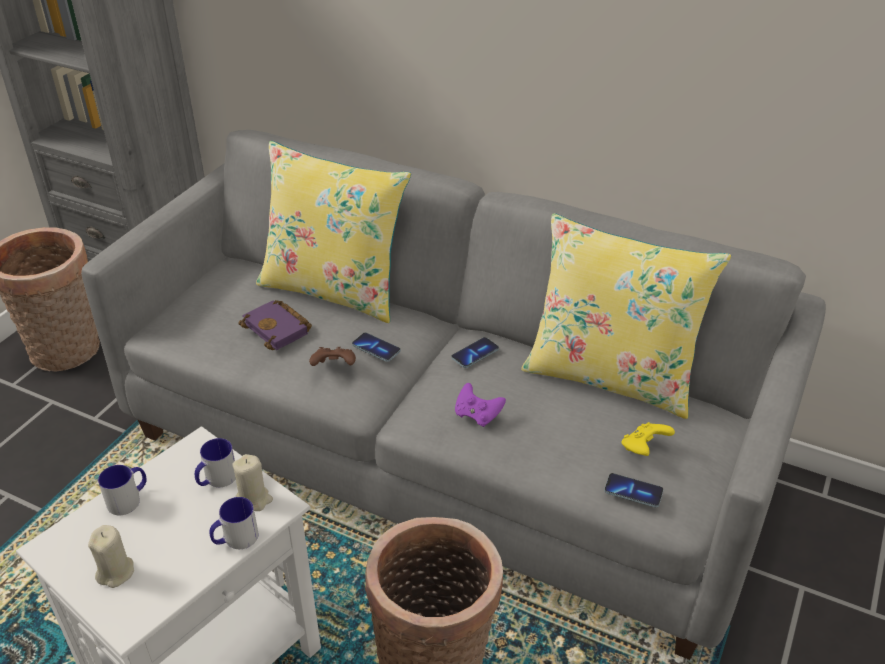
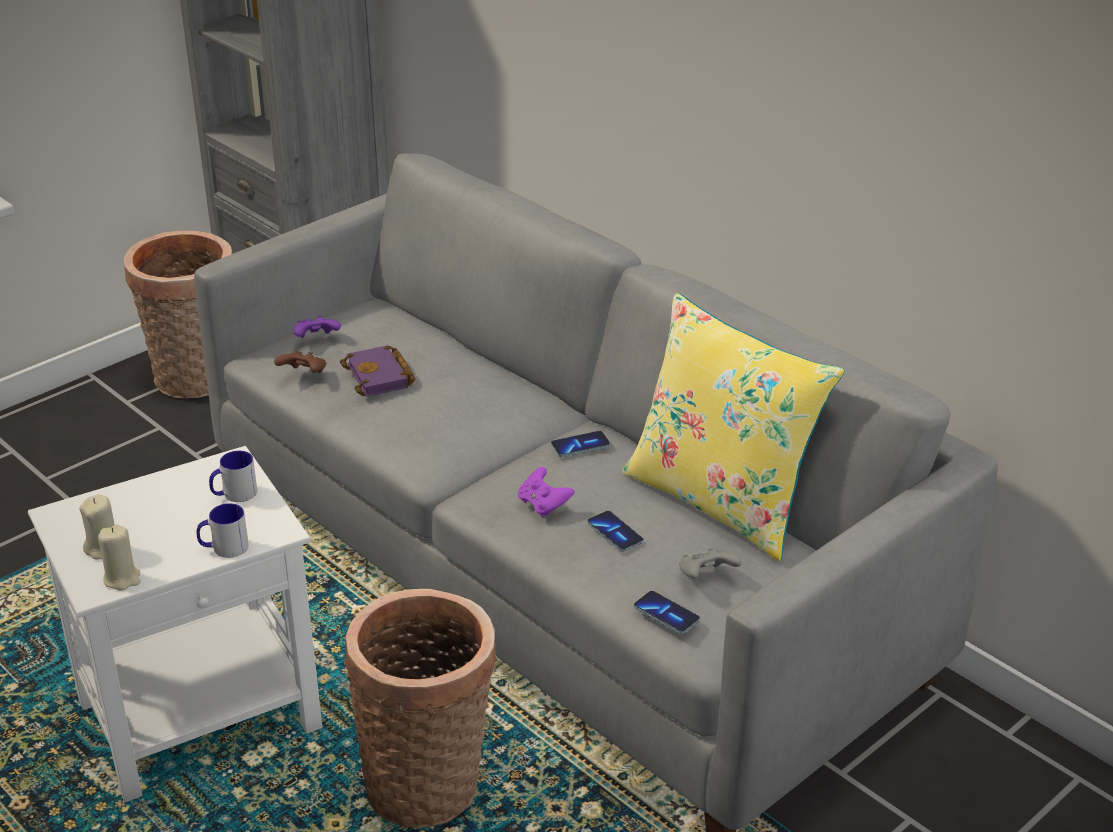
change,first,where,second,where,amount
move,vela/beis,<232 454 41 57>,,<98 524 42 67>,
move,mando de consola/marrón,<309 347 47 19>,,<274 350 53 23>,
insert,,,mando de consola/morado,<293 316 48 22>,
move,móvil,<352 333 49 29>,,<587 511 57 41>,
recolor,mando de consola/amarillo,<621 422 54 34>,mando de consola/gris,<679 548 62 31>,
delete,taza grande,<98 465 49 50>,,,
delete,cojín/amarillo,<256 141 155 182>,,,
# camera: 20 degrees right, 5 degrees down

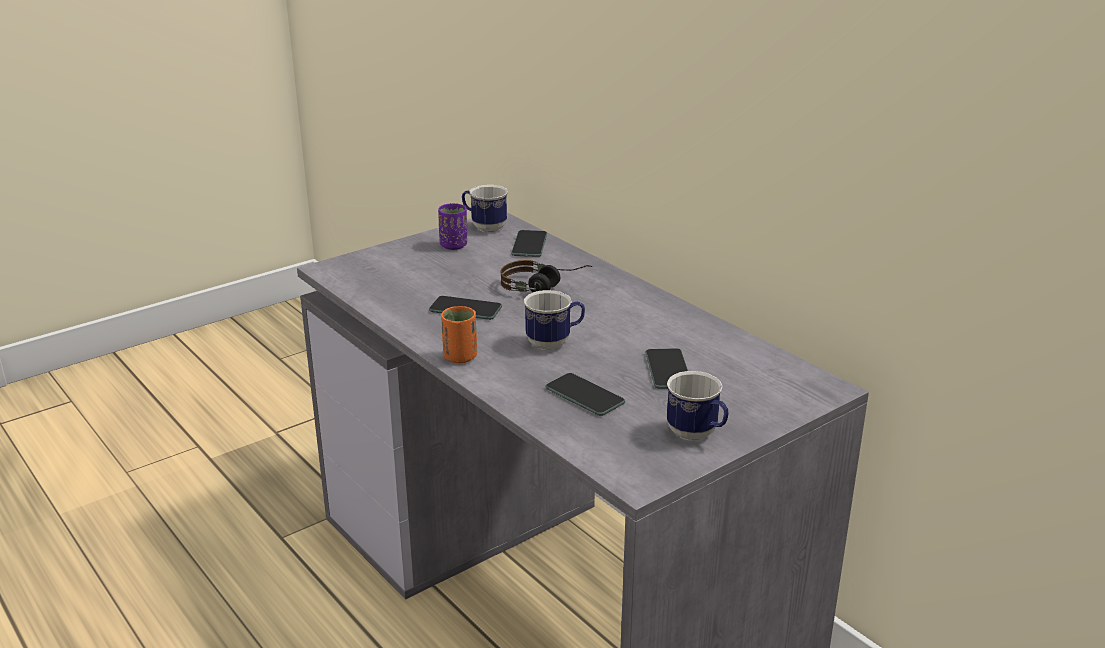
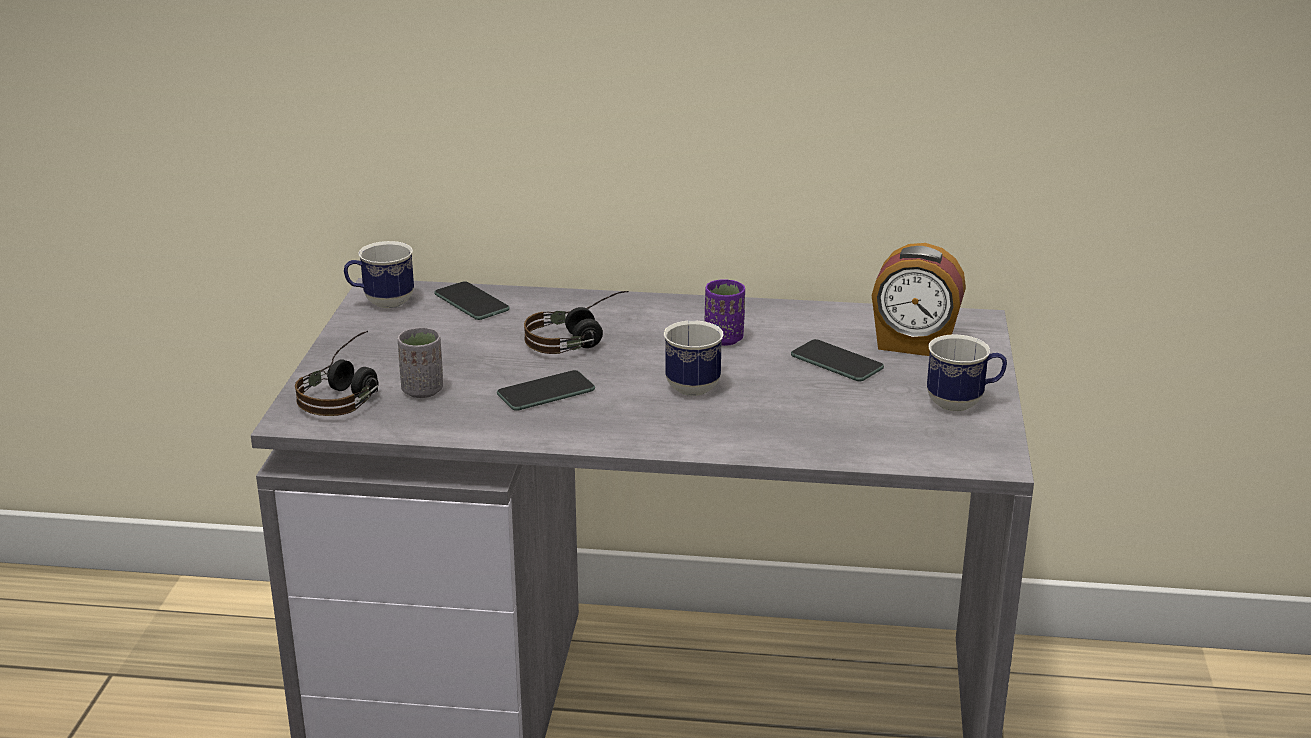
change,first,where,second,where,amount
insert,,,auriculares,<295 331 84 85>,
insert,,,taza/gris,<397 328 46 70>,
move,taza/morado,<438 203 29 47>,,<705 279 40 67>,
insert,,,despertador,<871 243 95 113>,
delete,taza/naranja,<441 306 36 57>,,,
delete,móvil,<546 373 79 43>,,,
# camera: 45 degrees left, 0 degrees up

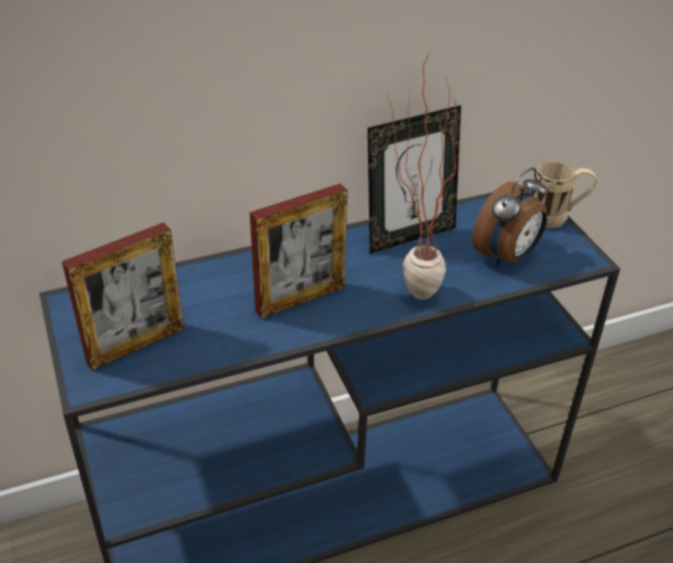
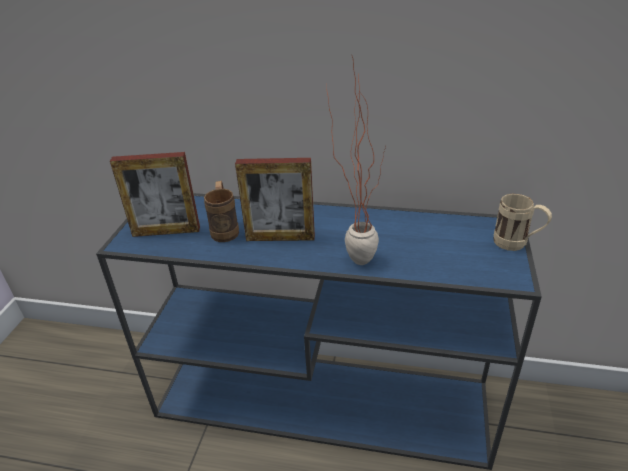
change,first,where,second,where,amount
insert,,,taza grande/marrón,<204 181 35 61>,
delete,portarretratos,<367 105 94 149>,,,
delete,despertador,<472 168 77 100>,,,
# camera: 35 degrees right, 5 degrees down

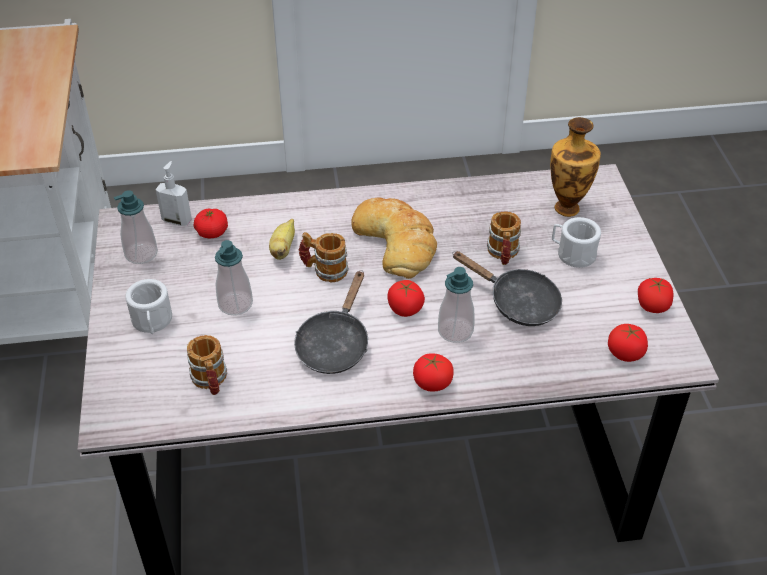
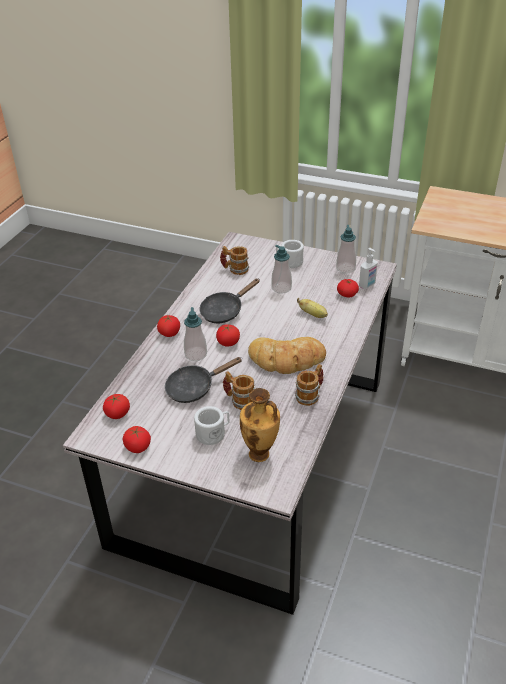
change,first,where,second,where,amount
rotate,sartén/negro,<294 270 74 104>,,<199 279 60 44>,90 degrees counterclockwise
move,taza grande,<298 232 51 50>,,<295 364 29 42>,
# camera: 120 degrees right, 5 degrees down

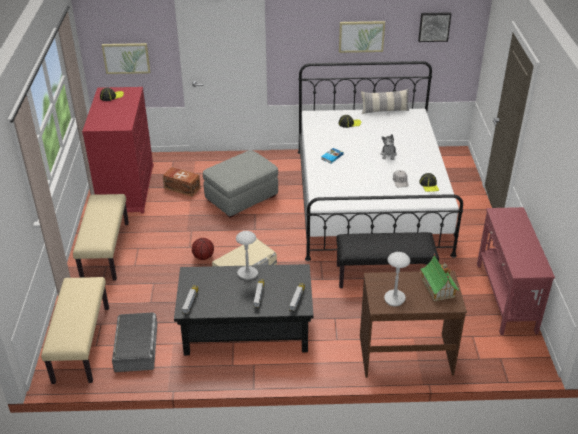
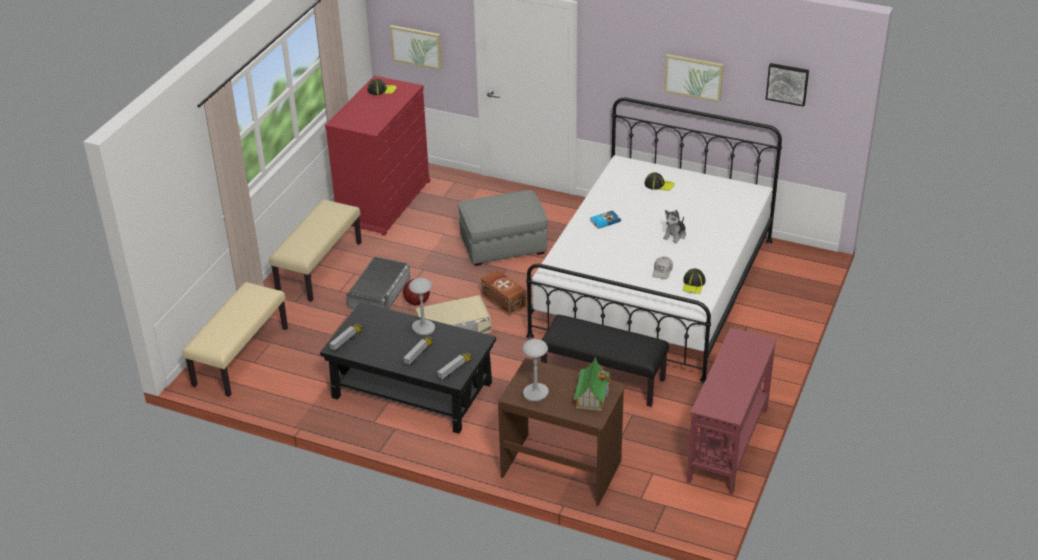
change,first,where,second,where,amount
move,caja de almacenaje/gris,<112 312 45 60>,,<346 257 64 52>,
move,caja de almacenaje/marrón,<162 167 39 30>,,<481 269 45 47>,
delete,cojín,<361 89 48 25>,,,
# camera: 25 degrees right, 0 degrees up

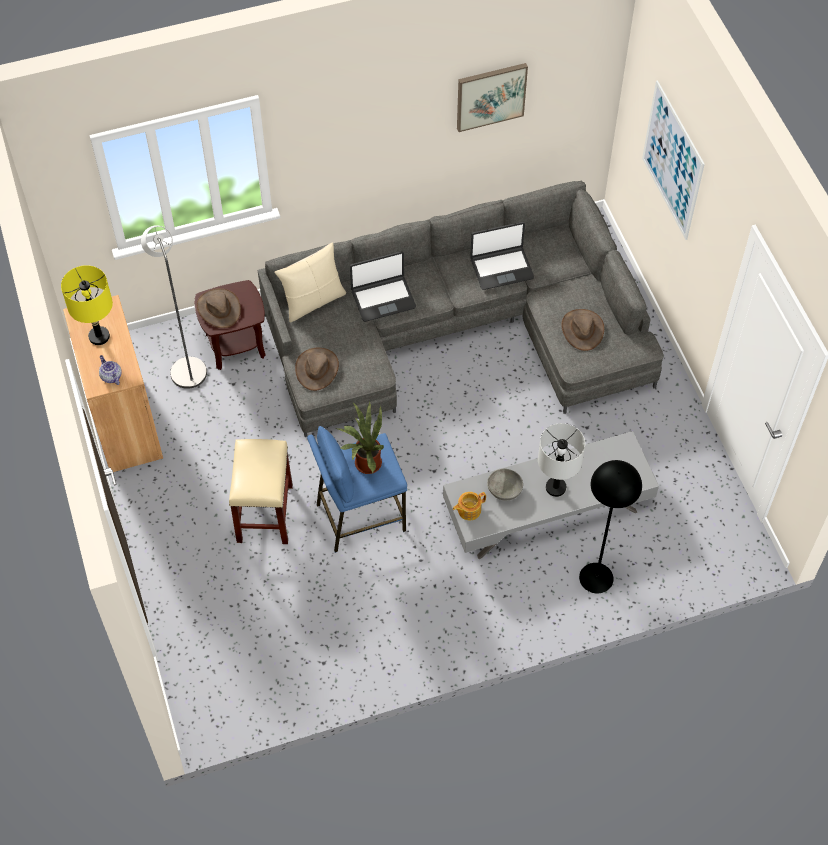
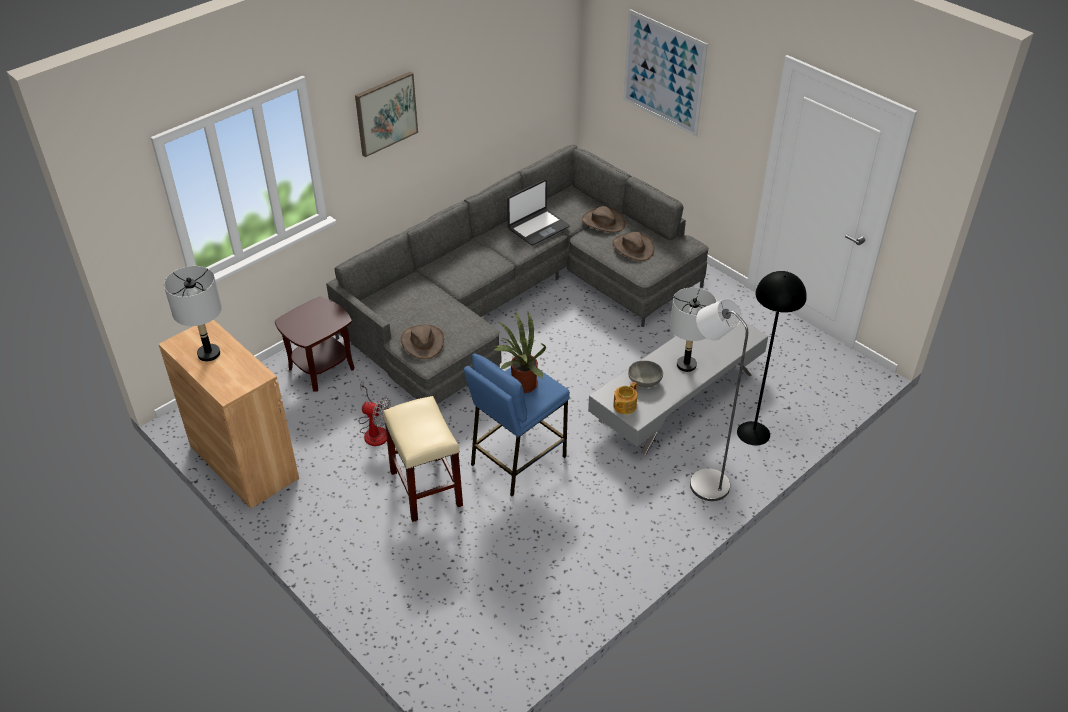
change,first,where,second,where,amount
recolor,lámpara de mesa/amarillo,<61 265 52 80>,lámpara de mesa/gris,<164 266 58 95>,
move,cuadro,<457 63 71 69>,,<355 72 63 85>,
insert,,,ventilador,<359 380 32 66>,
move,sombrero/marrón,<196 288 45 40>,,<582 206 43 26>,
move,lámpara de pie/gris,<141 225 66 164>,,<690 299 58 202>,
delete,tetera,<99 355 23 30>,,,
delete,cojín/beis,<274 242 72 80>,,,
delete,portátil,<350 251 66 71>,,,
# camera: 25 degrees left, 15 degrees down

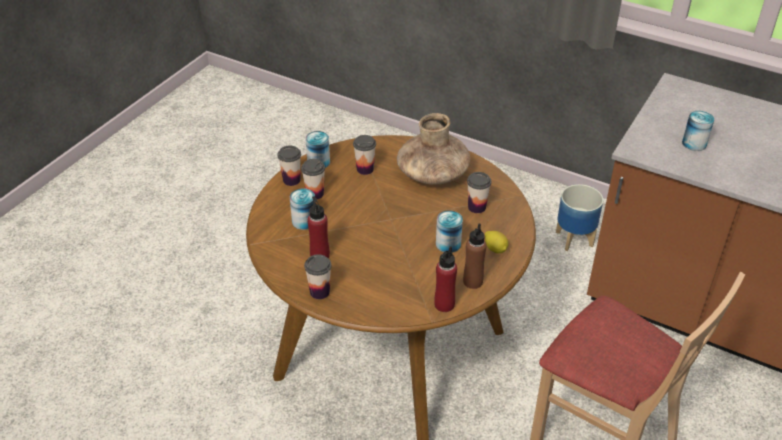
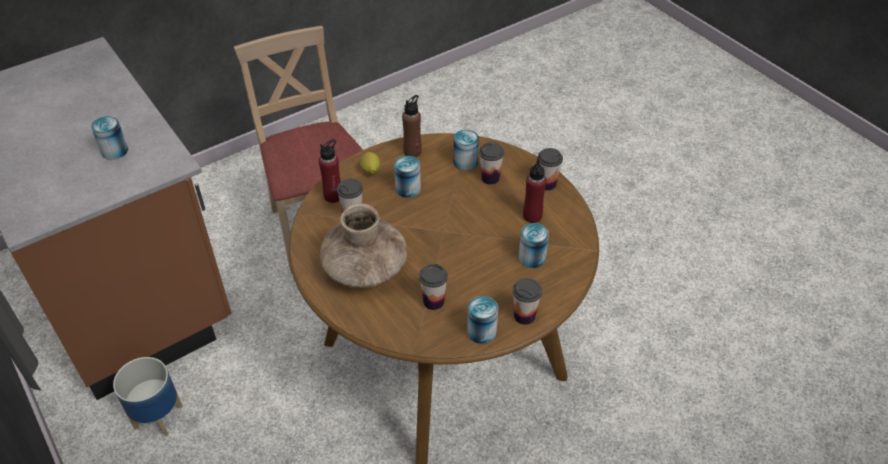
change,first,where,second,where,amount
move,botella/rojo,<434 246 23 66>,,<319 139 22 64>,
insert,,,lata,<454 130 25 41>,
move,taza,<301 159 24 40>,,<479 142 25 43>,
# camera: 155 degrees left, 5 degrees up

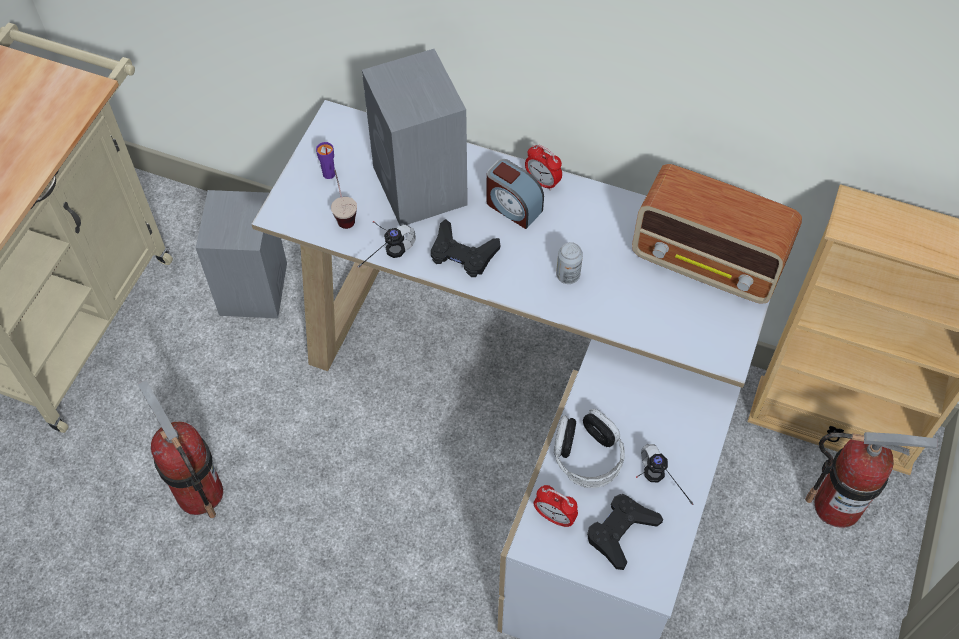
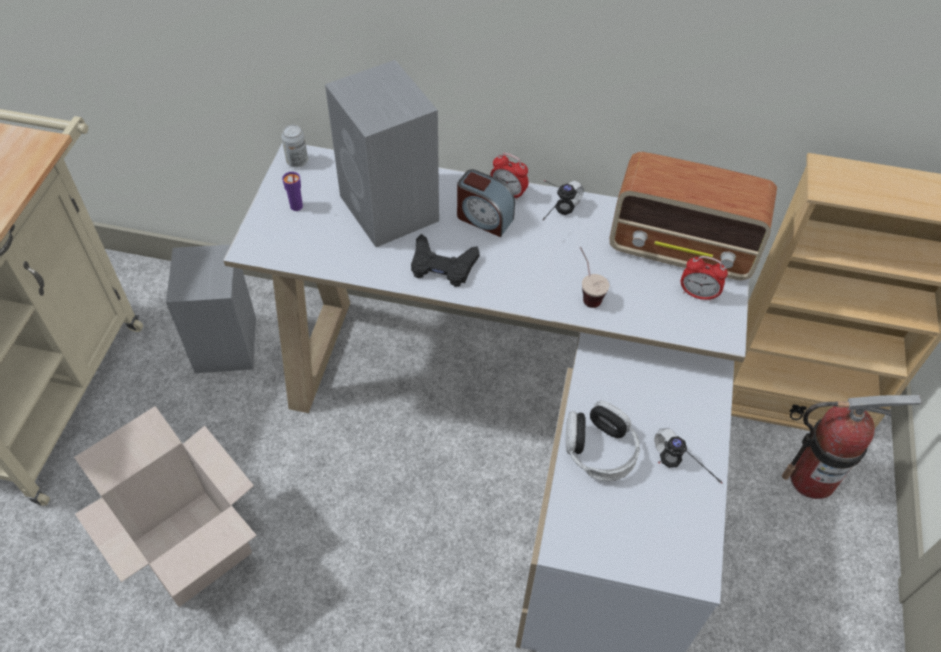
change,first,where,second,where,amount
replace,extintor,<138 380 85 138>,caja de cartón,<74 406 183 201>,
move,lata,<556 242 27 42>,,<281 125 27 43>,
move,auriculares,<358 221 58 47>,,<543 180 41 40>,
move,taza,<331 170 26 59>,,<580 247 29 61>,
move,despertador,<533 485 45 42>,,<681 256 47 46>,
delete,mando de consola/negro,<587 494 76 76>,,,
# camera: 10 degrees left, 5 degrees down

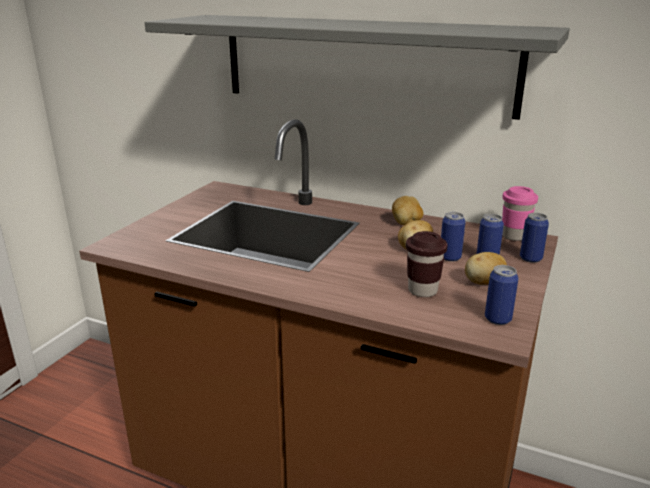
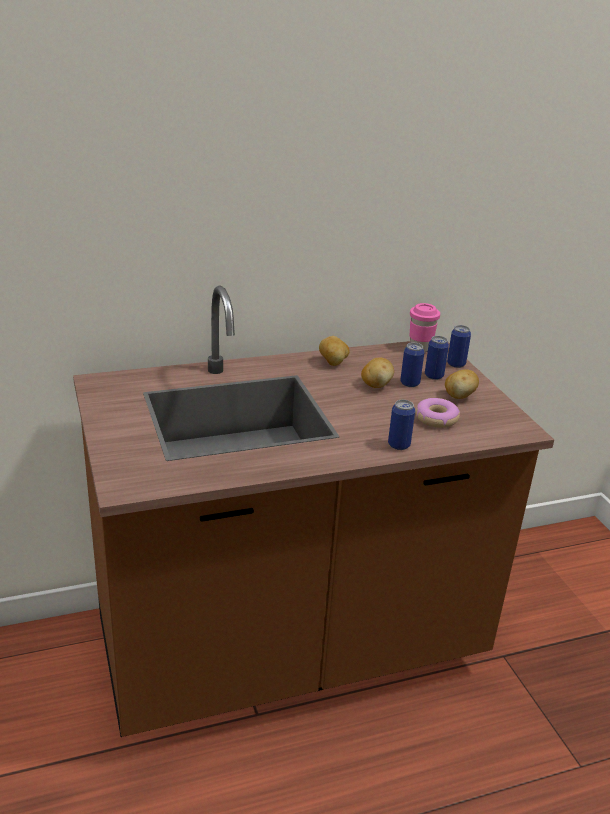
change,first,where,second,where,amount
move,lata,<485 265 34 60>,,<388 400 27 50>,
replace,taza/marrón,<406 231 42 66>,rosquilla,<415 398 45 30>,
delete,estante/gris,<145 15 425 105>,,,
# camera: 45 degrees left, 5 degrees up

